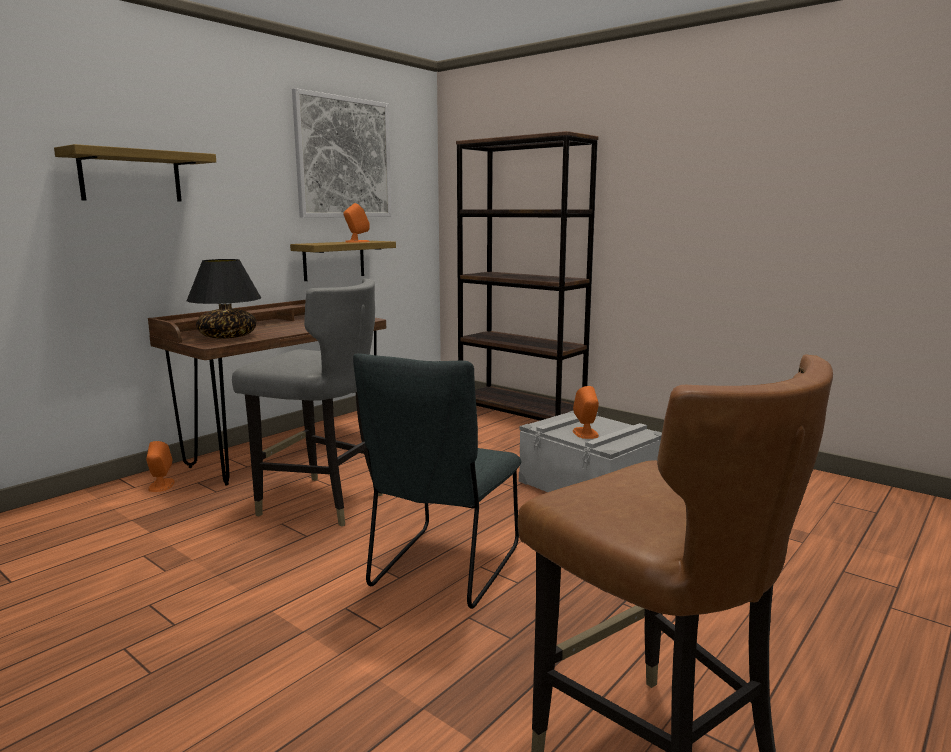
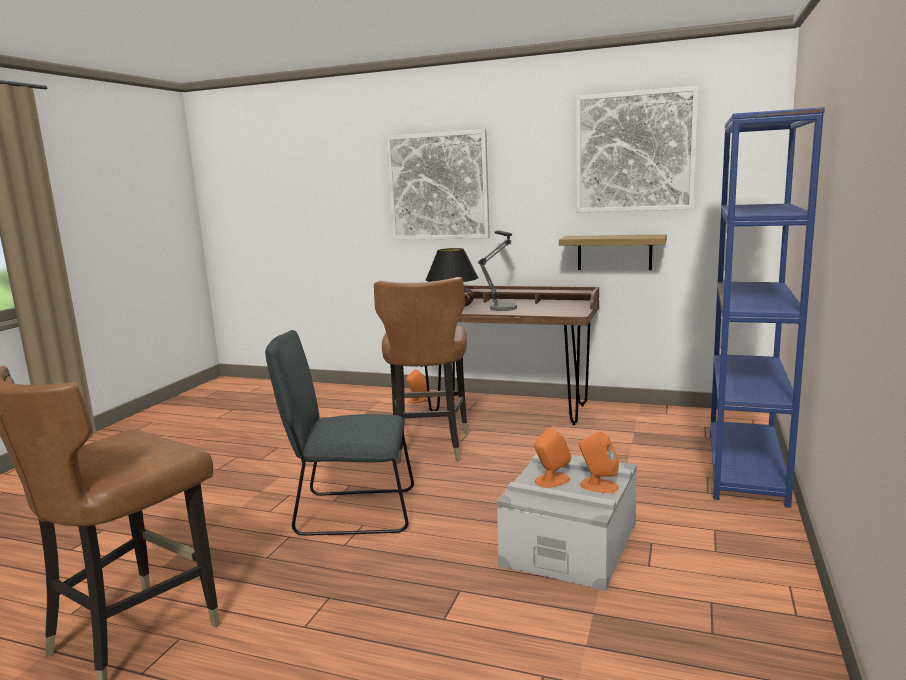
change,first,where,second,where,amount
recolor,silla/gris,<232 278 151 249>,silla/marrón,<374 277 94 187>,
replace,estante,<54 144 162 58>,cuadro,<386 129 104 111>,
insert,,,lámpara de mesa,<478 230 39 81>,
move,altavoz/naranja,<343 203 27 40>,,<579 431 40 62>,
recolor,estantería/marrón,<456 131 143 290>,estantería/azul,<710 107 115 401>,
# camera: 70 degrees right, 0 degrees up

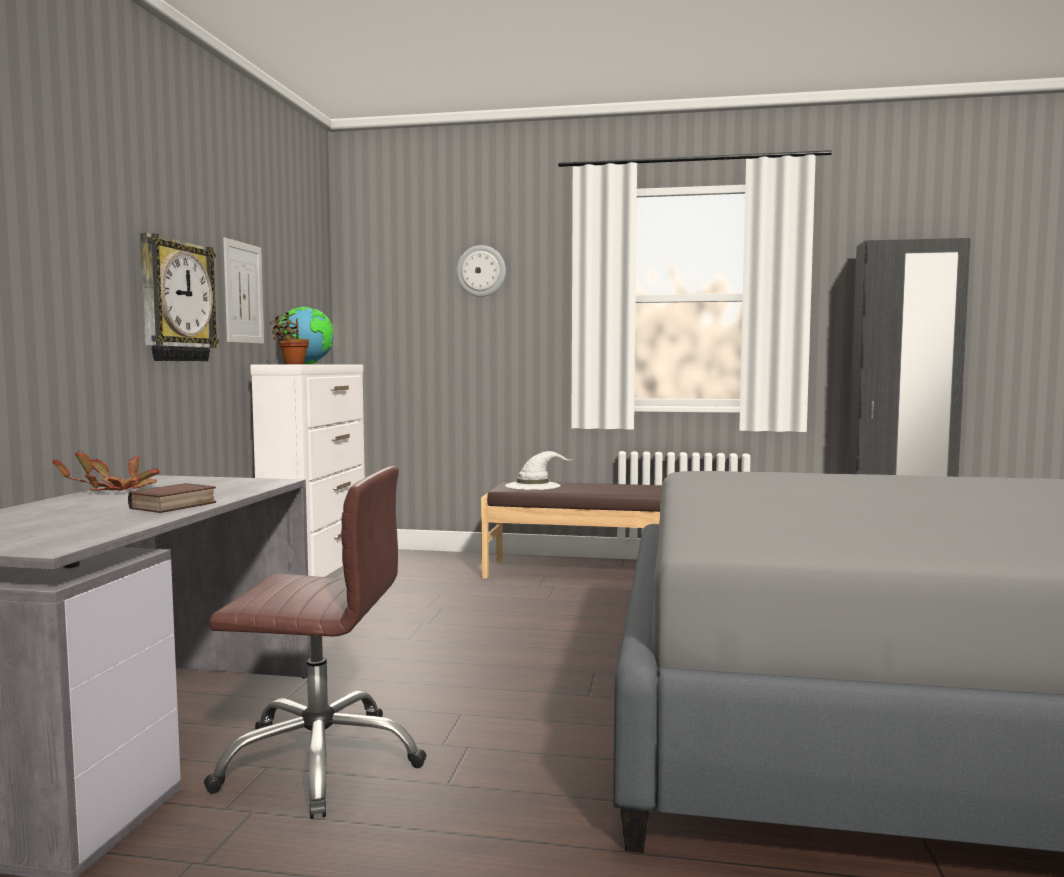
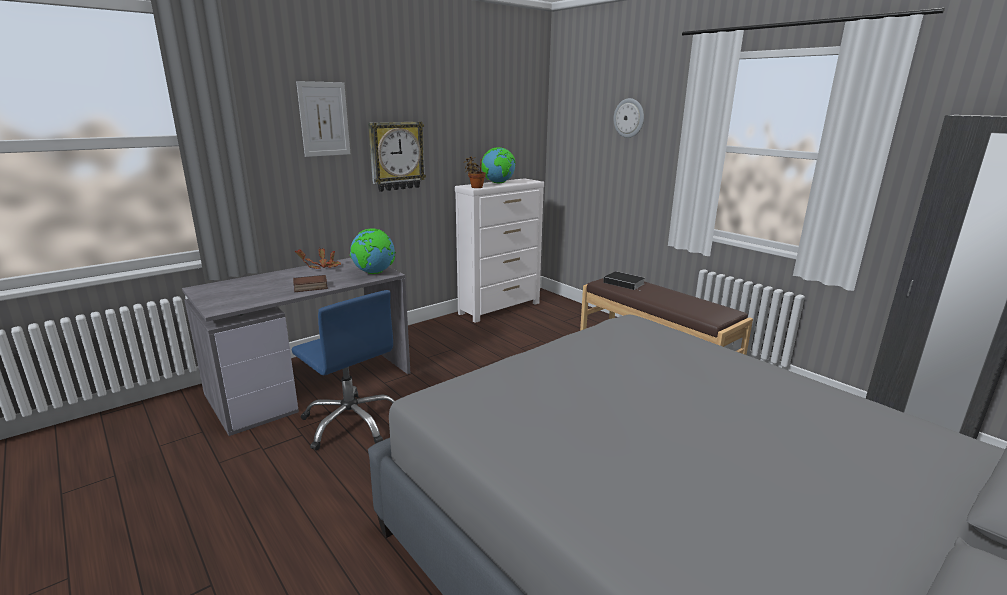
change,first,where,second,where,amount
recolor,silla de oficina/marrón,<204 466 223 353>,silla de oficina/azul,<292 290 103 161>,
move,cuadro,<223 238 41 106>,,<296 81 54 76>,
insert,,,globo terráqueo,<350 228 46 46>,
replace,sombrero/blanco,<505 451 68 39>,libro,<603 271 42 19>,
# camera: 40 degrees right, 15 degrees up

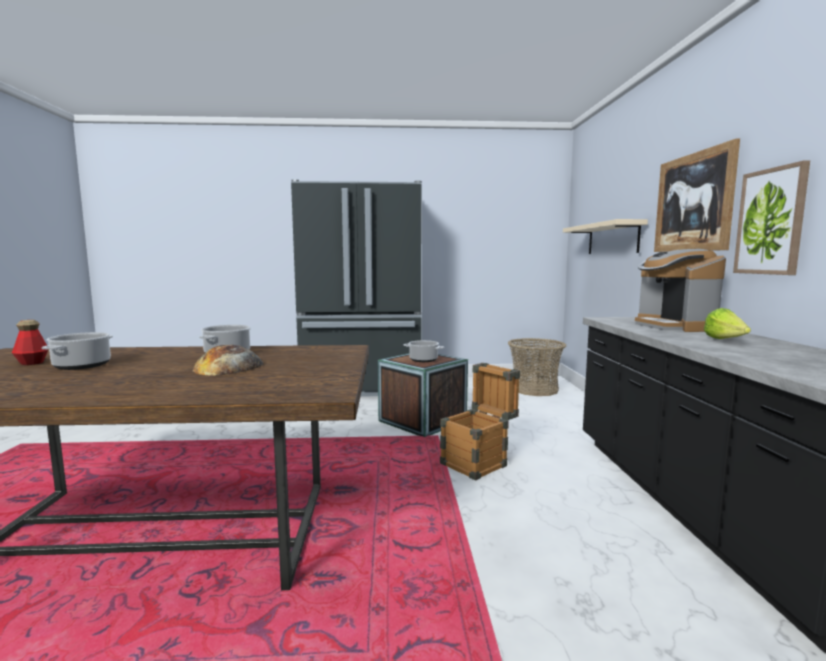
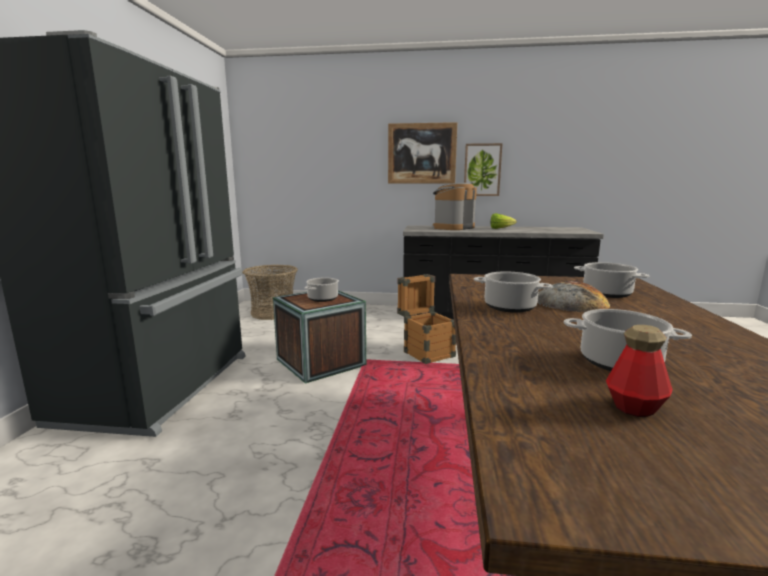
change,first,where,second,where,amount
rotate,cafetera,<635 249 91 83>,,<433 183 44 47>,135 degrees clockwise
insert,,,olla,<574 262 76 36>,
delete,estante/beis,<563 219 85 35>,,,
# camera: 80 degrees left, 5 degrees up

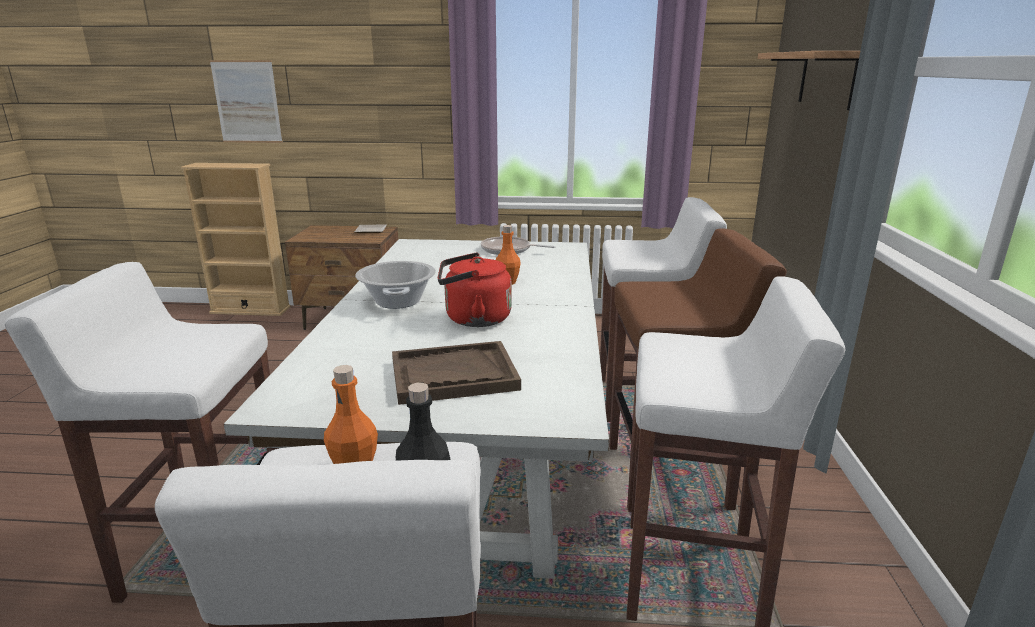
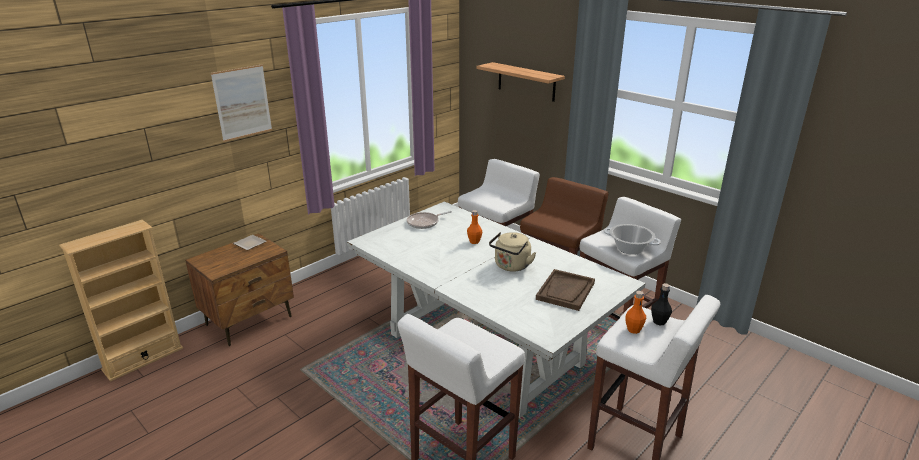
change,first,where,second,where,amount
move,cuadro,<209 60 74 83>,,<211 64 61 78>,
recolor,hervidor/rojo,<438 253 74 74>,hervidor/beis,<489 232 47 40>,
move,olla,<355 261 81 48>,,<604 224 57 31>,
# camera: 50 degrees left, 5 degrees up

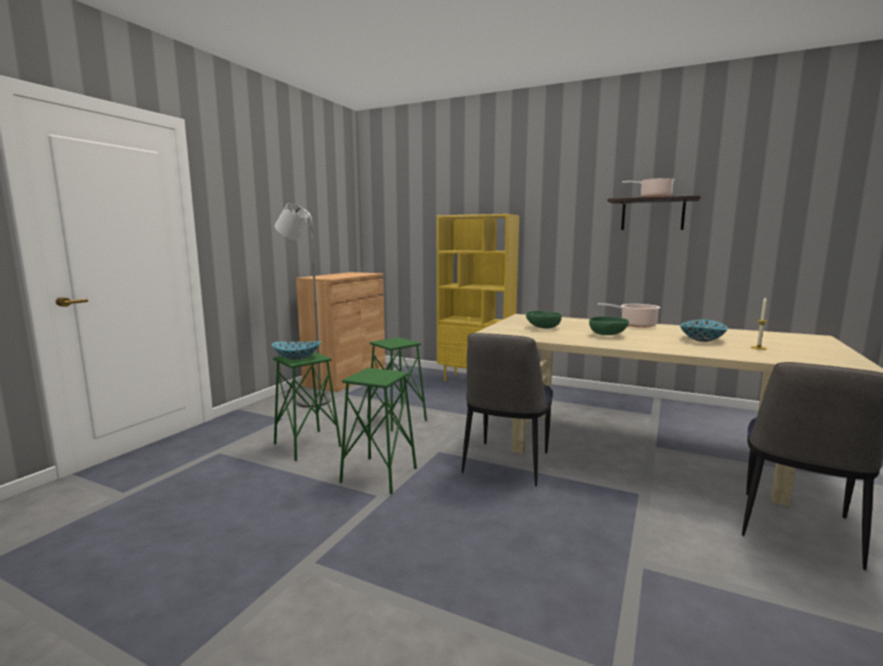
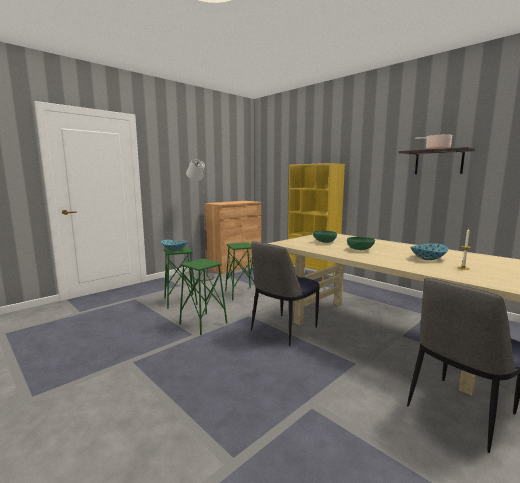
change,first,where,second,where,amount
delete,olla,<598 303 62 25>,,,
# camera: 20 degrees right, 0 degrees up

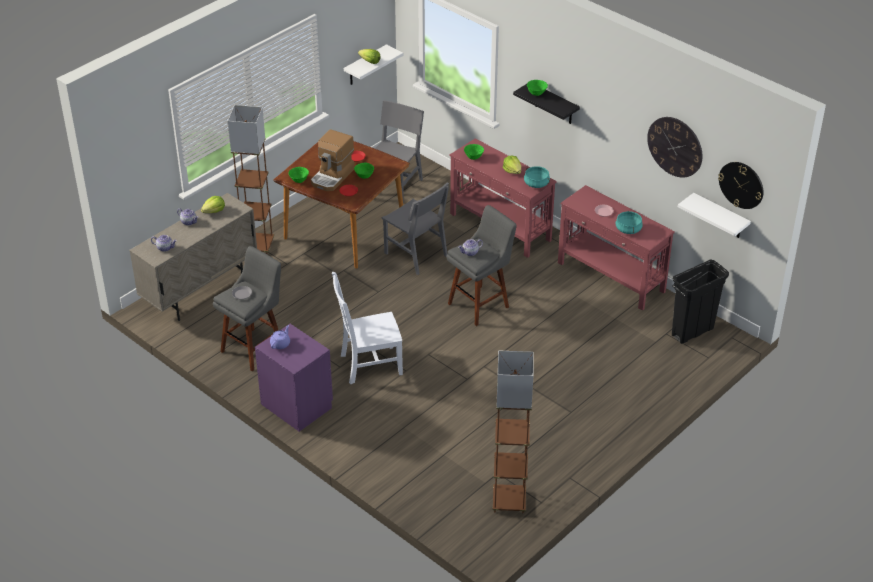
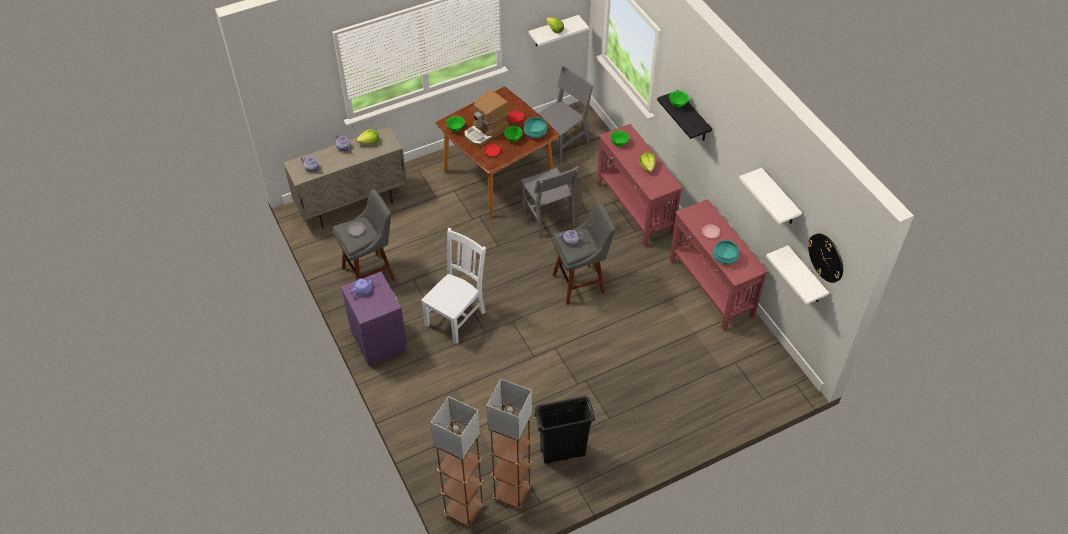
change,first,where,second,where,amount
rotate,silla/blanco,<332 272 71 112>,,<421 228 65 116>,120 degrees clockwise
move,lámpara de pie/marrón,<228 105 46 150>,,<430 396 55 132>,
move,olla/turquesa,<524 166 26 22>,,<524 117 23 21>,
move,papelera/negro,<672 260 57 84>,,<534 396 61 68>,
replace,reloj de pared,<647 117 56 61>,estante/blanco,<739 168 63 56>,
# camera: 20 degrees right, 10 degrees up

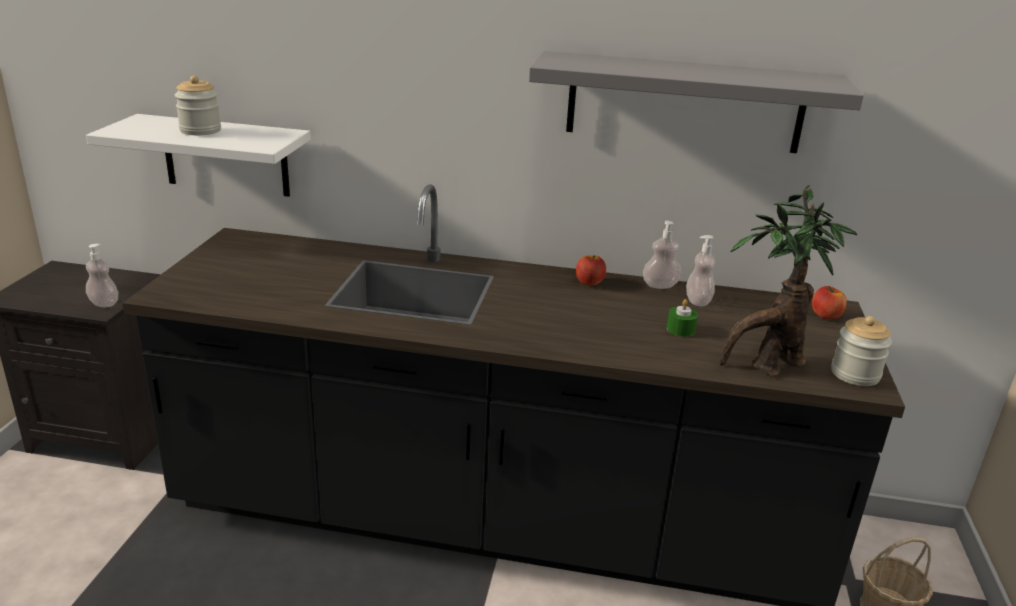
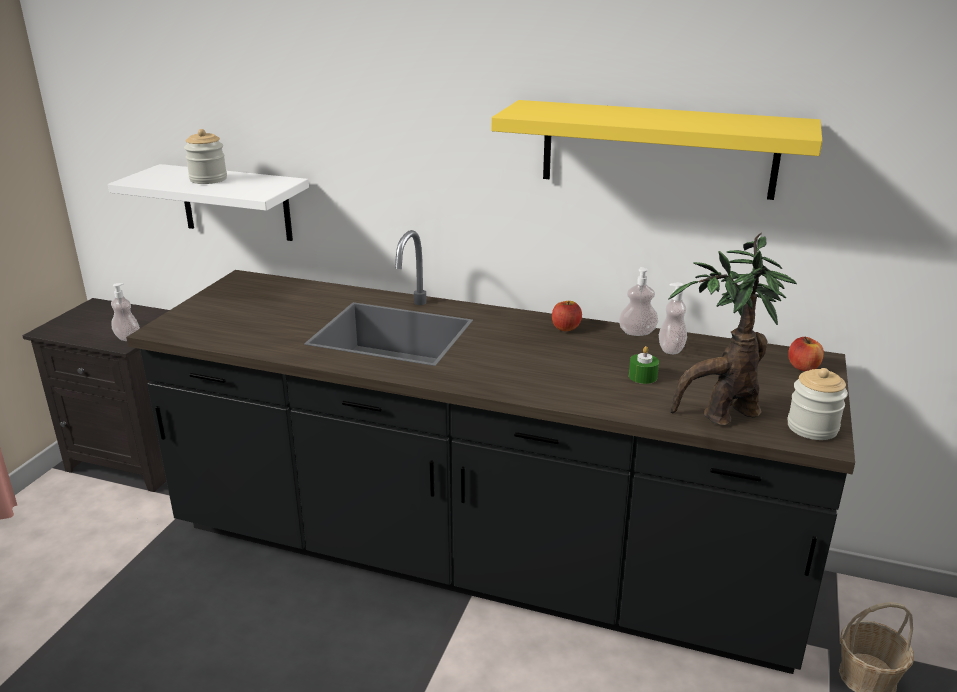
change,first,where,second,where,amount
recolor,estante/gris,<529 51 335 102>,estante/amarillo,<491 100 331 100>,
# camera: 10 degrees right, 0 degrees up

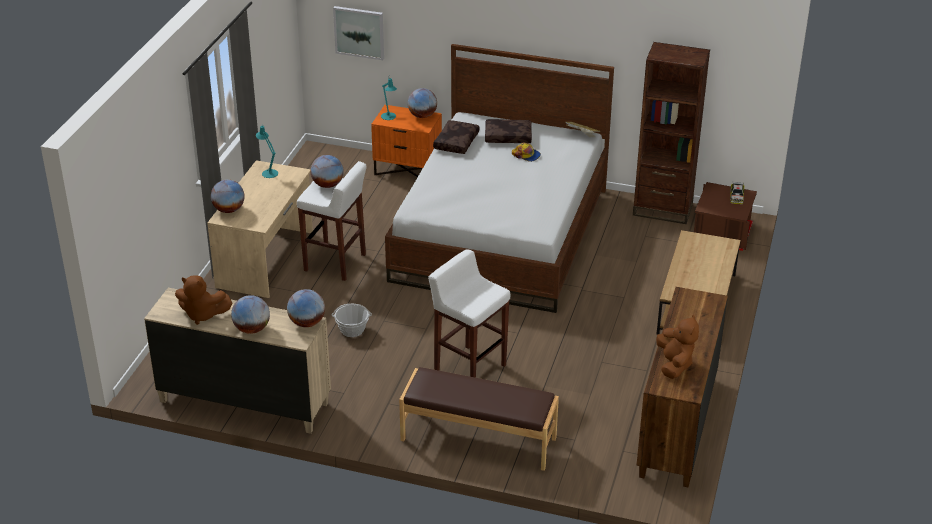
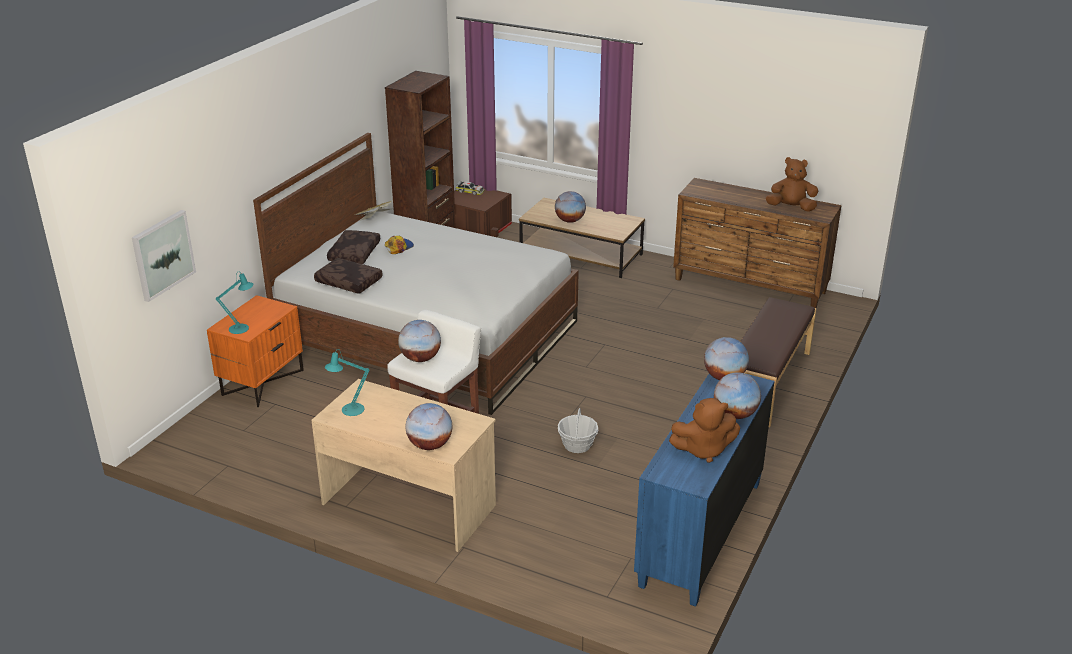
change,first,where,second,where,amount
move,globo terráqueo,<408 88 29 30>,,<555 191 31 32>,
recolor,cómoda/beis,<144 288 187 146>,cómoda/azul,<634 373 141 234>,
rotate,peluche/marrón,<175 275 58 50>,,<669 398 71 65>,60 degrees clockwise
delete,taburete/blanco,<428 249 82 129>,,,
# camera: 80 degrees left, 5 degrees down

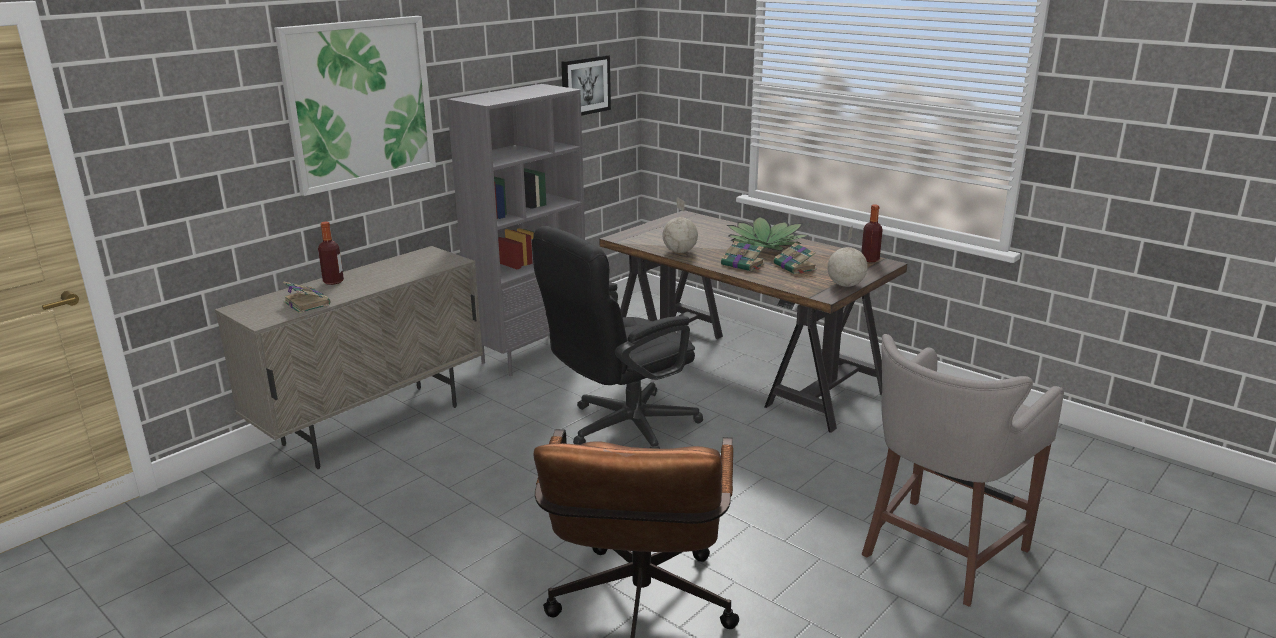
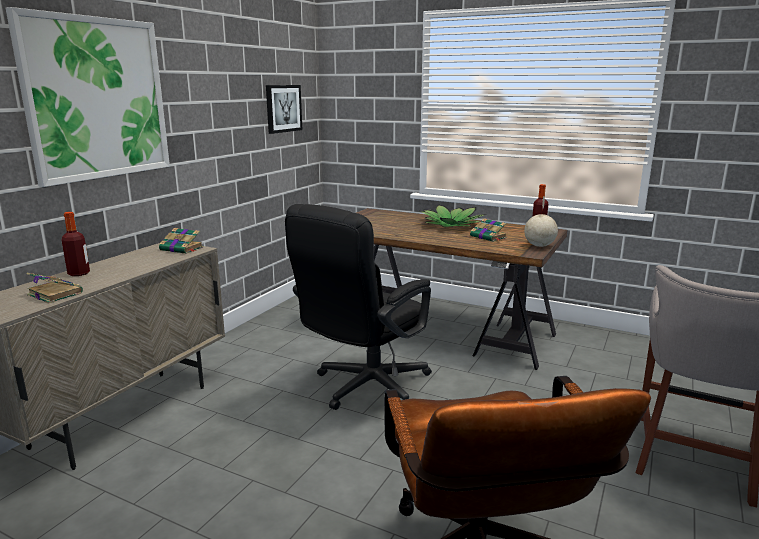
change,first,where,second,where,amount
move,libro,<721 241 43 31>,,<159 228 44 26>,
delete,estantería/gris,<447 84 138 292>,,,
delete,globo terráqueo,<663 197 35 56>,,,
# camera: 15 degrees left, 5 degrees down

